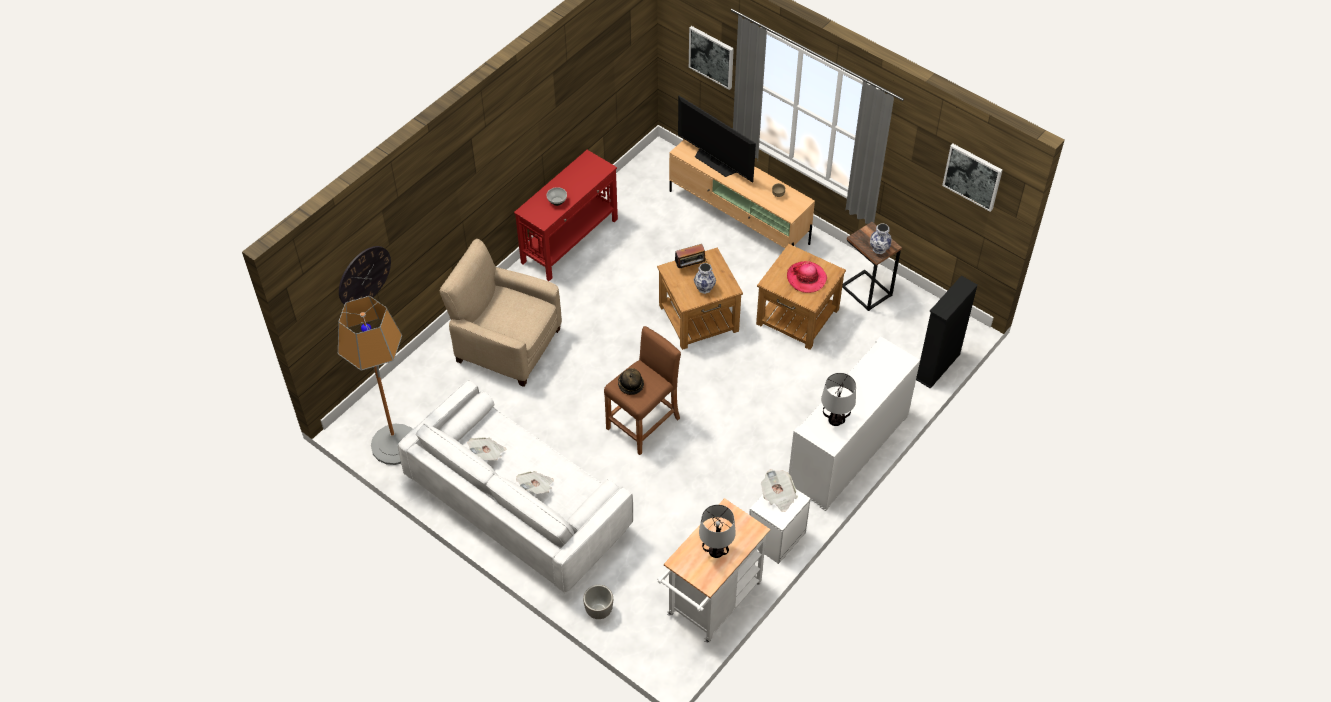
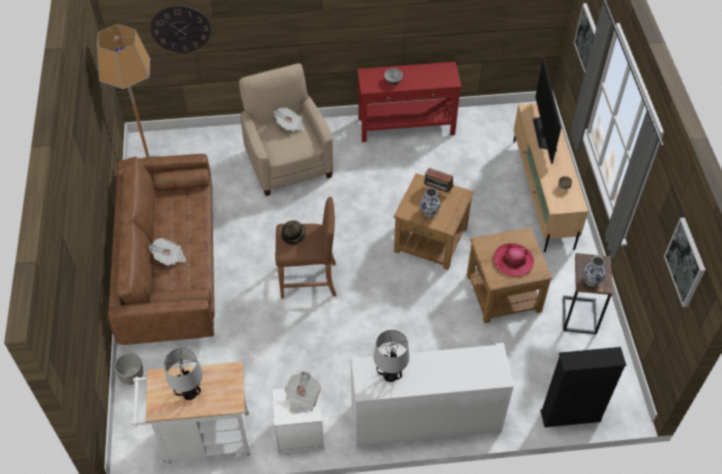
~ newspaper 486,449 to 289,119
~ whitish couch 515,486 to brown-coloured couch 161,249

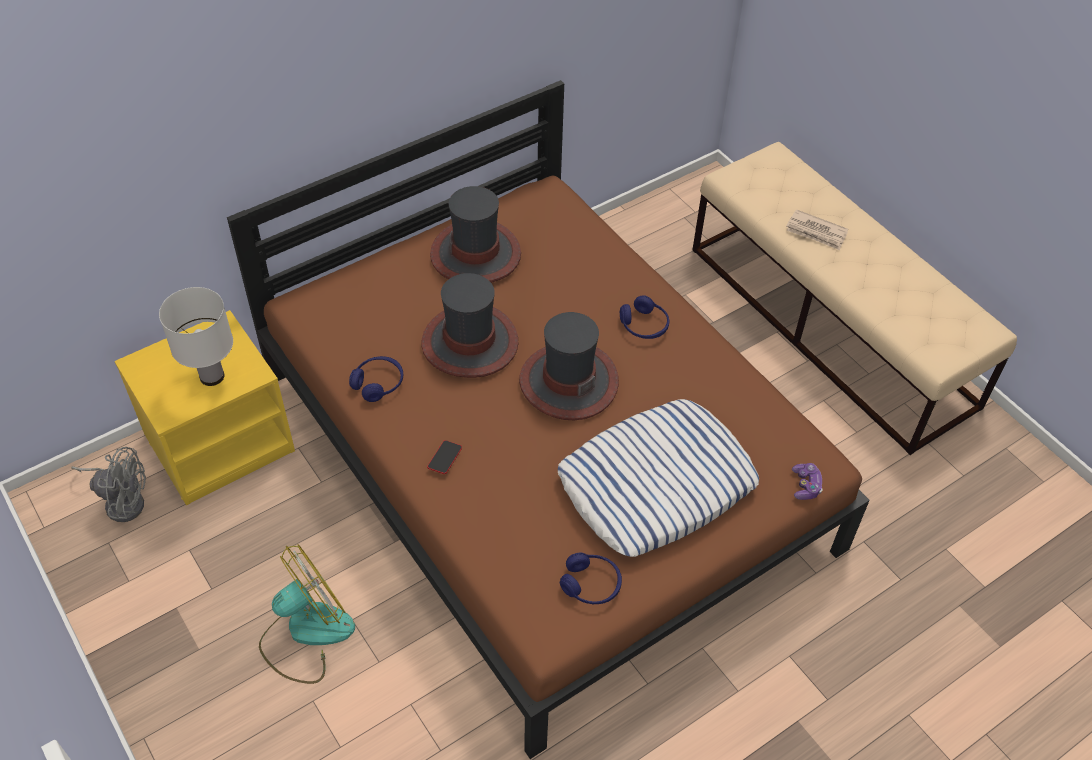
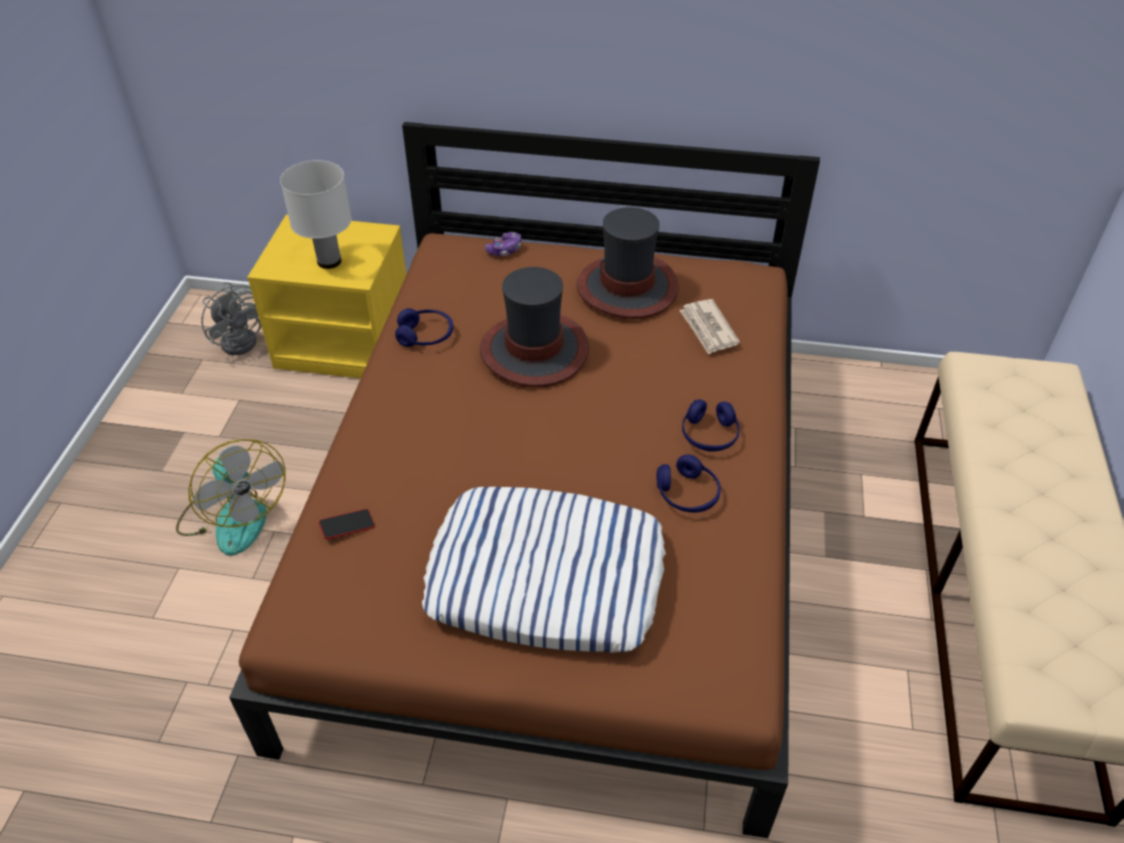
- clothing hat 569,366
~ phone 444,457 to 347,524
~ bluish pair of headphones 591,578 to 689,483
~ newspaper 817,229 to 709,327
~ joypad 807,481 to 503,244
~ fan 307,614 = 231,497 45 degrees clockwise

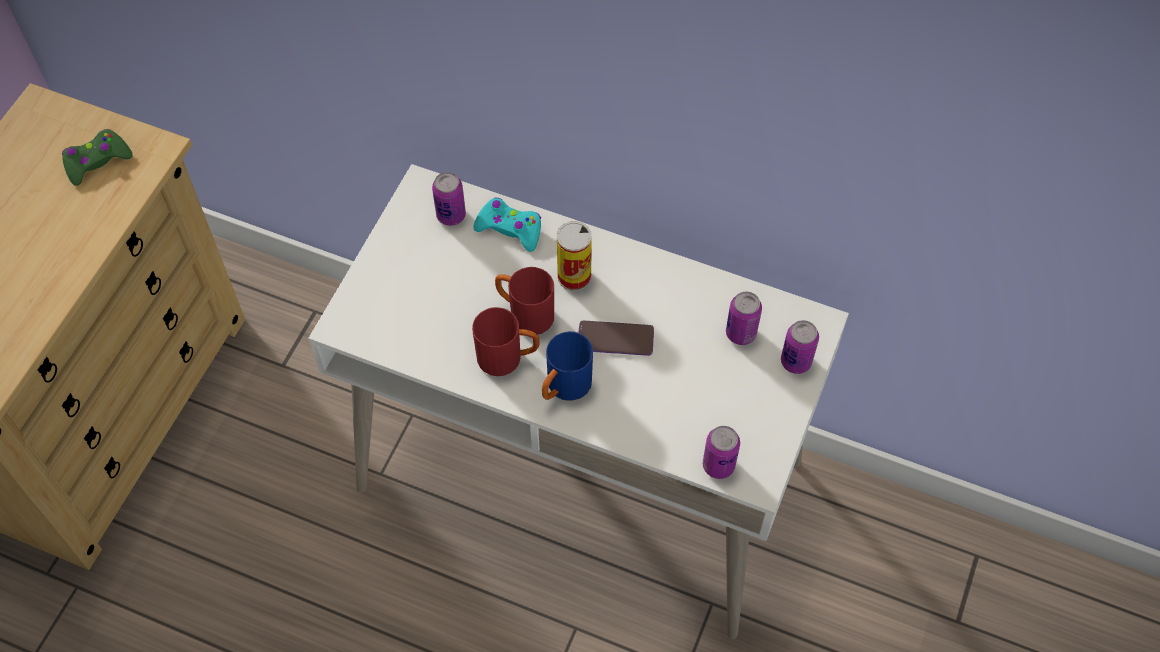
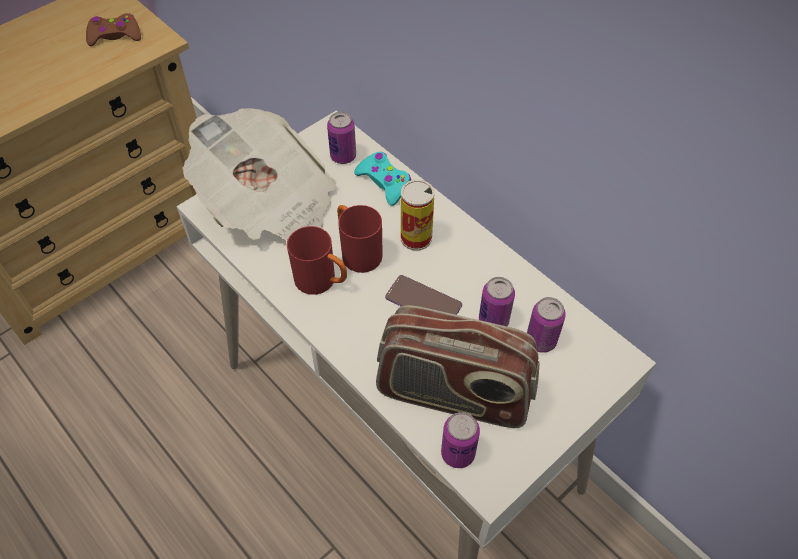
- bluish coffee mug 567,366
+ newspaper 259,174
+ radio 458,366
~ metal can 800,347 to 497,301
~ green-coloured joypad 97,157 to brown-coloured joypad 113,29

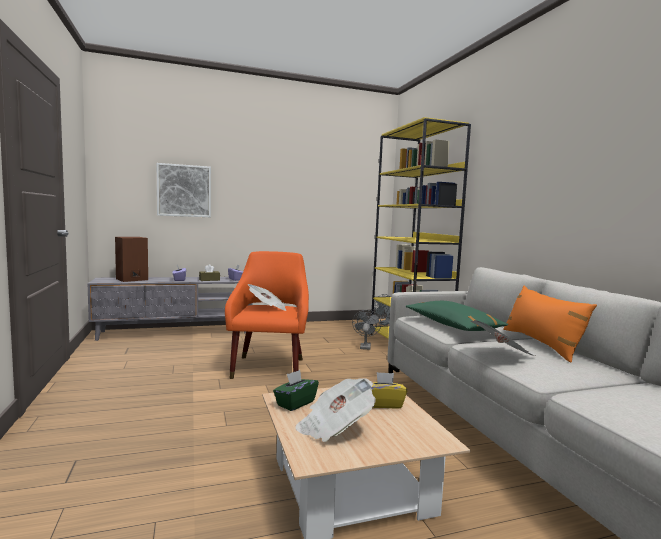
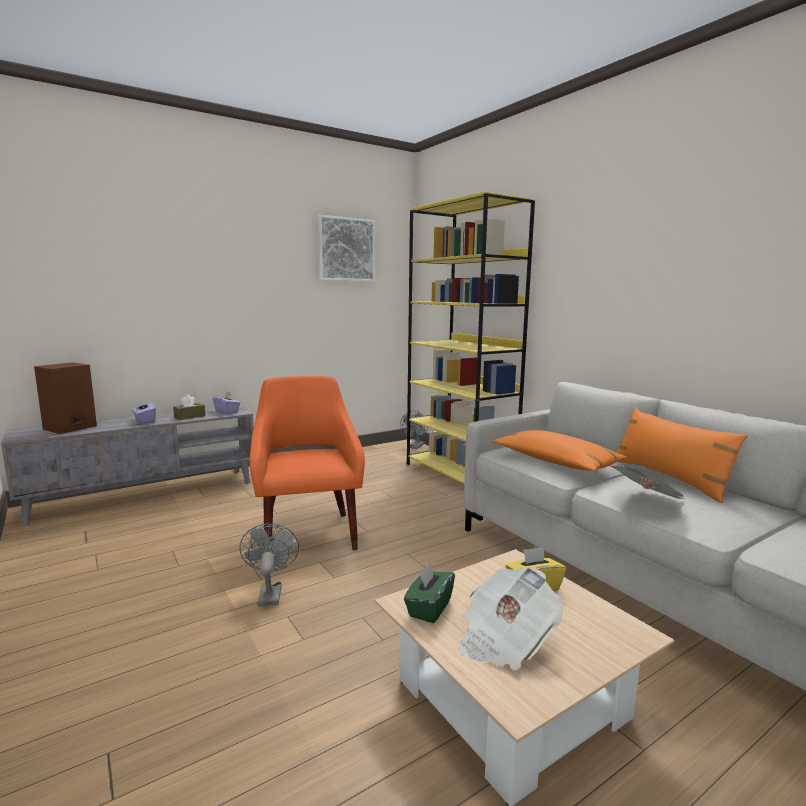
- newspaper 267,297
~ wall art 184,190 to 346,248
~ grey fan 366,330 to 269,565
~ green-coloured cushion 457,316 to orange cushion 559,450

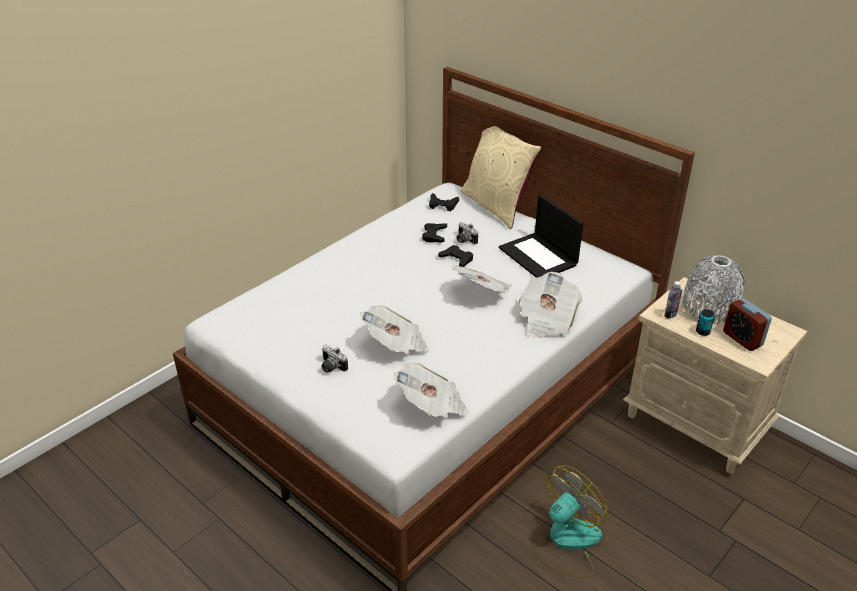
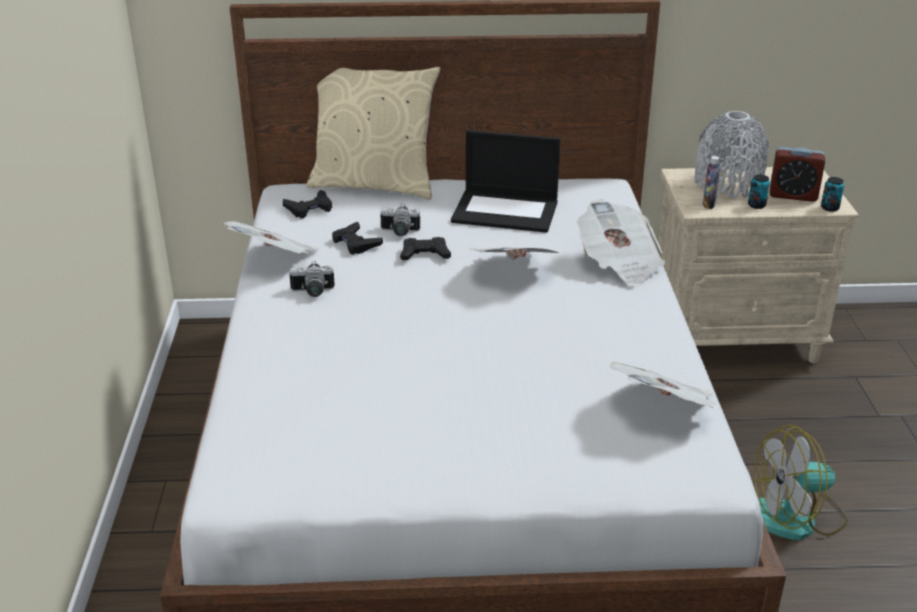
+ metal can 832,194
~ photo camera 335,359 to 312,279
~ newspaper 394,329 to 271,237
~ fan 570,521 = 801,482 105 degrees counterclockwise

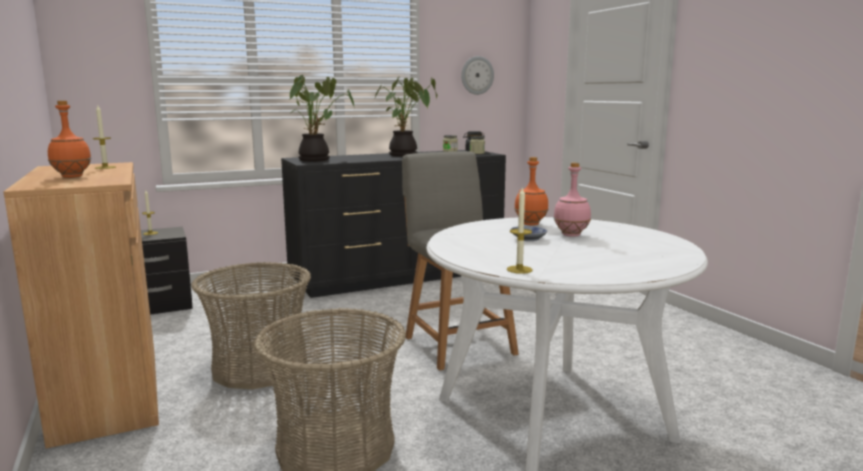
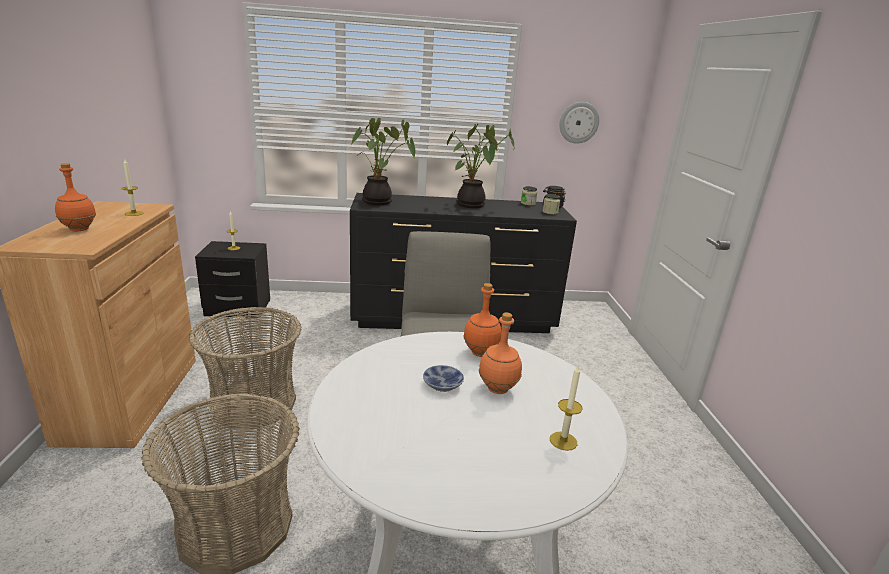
~ wax light 519,230 to 566,407
~ pink drink bottle 572,199 to orange drink bottle 500,353

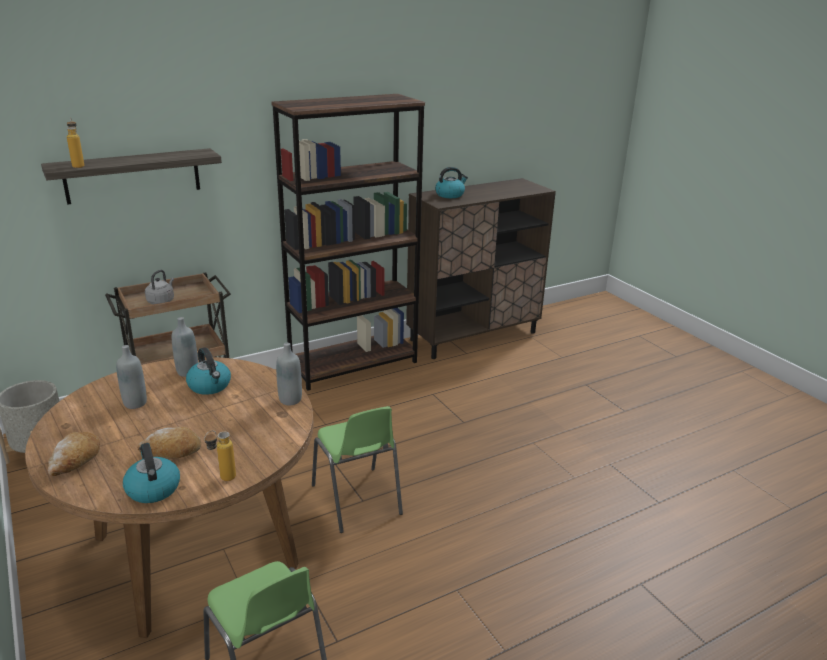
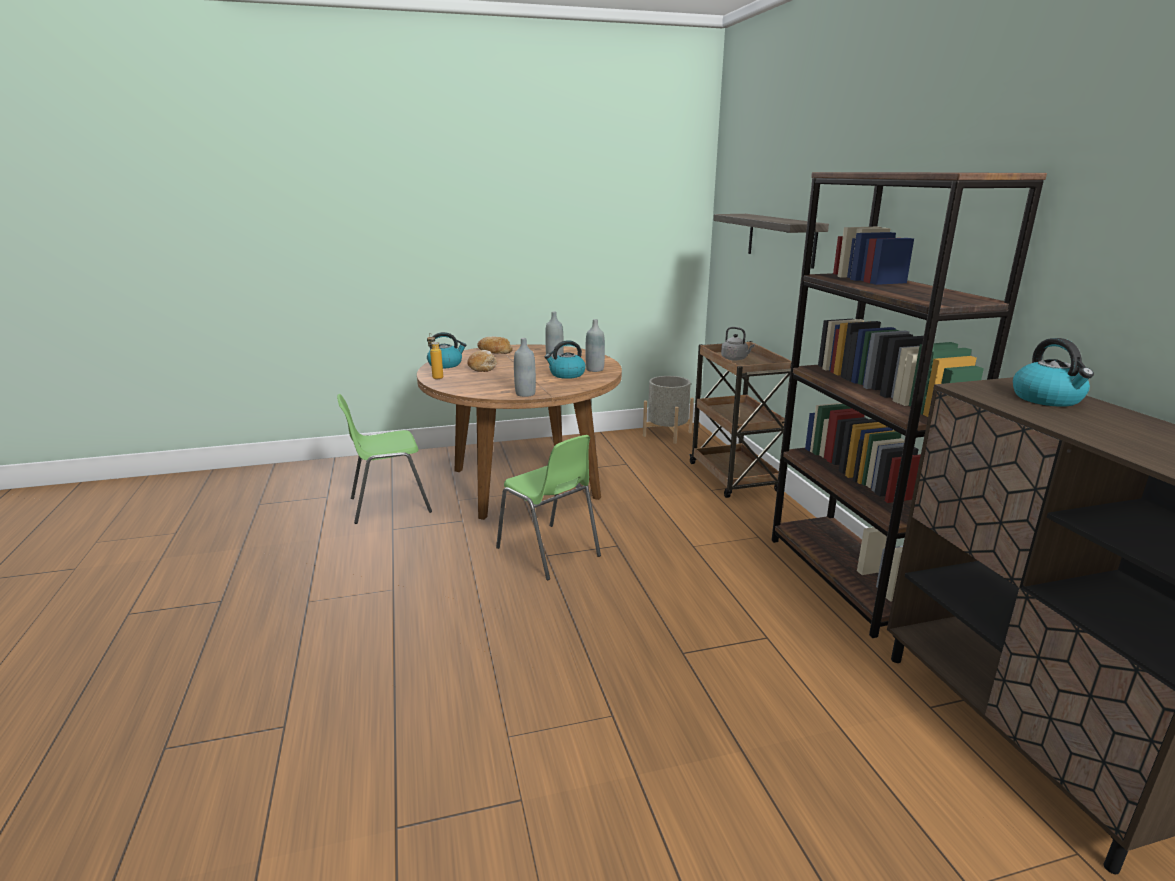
- drink bottle 75,142
~ green-coloured chair 357,469 = 548,507 120 degrees counterclockwise

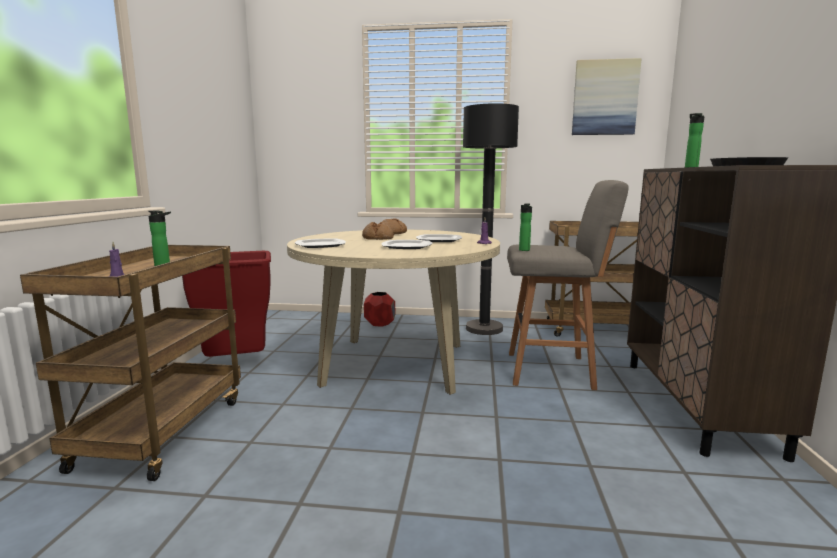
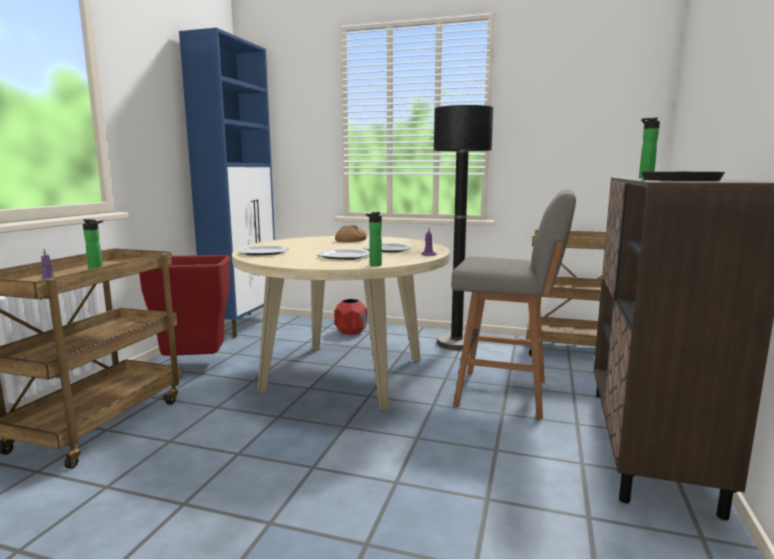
- bread 378,231
- wall art 607,96
+ bluish cupboard 227,183
~ drink bottle 525,227 to 374,239

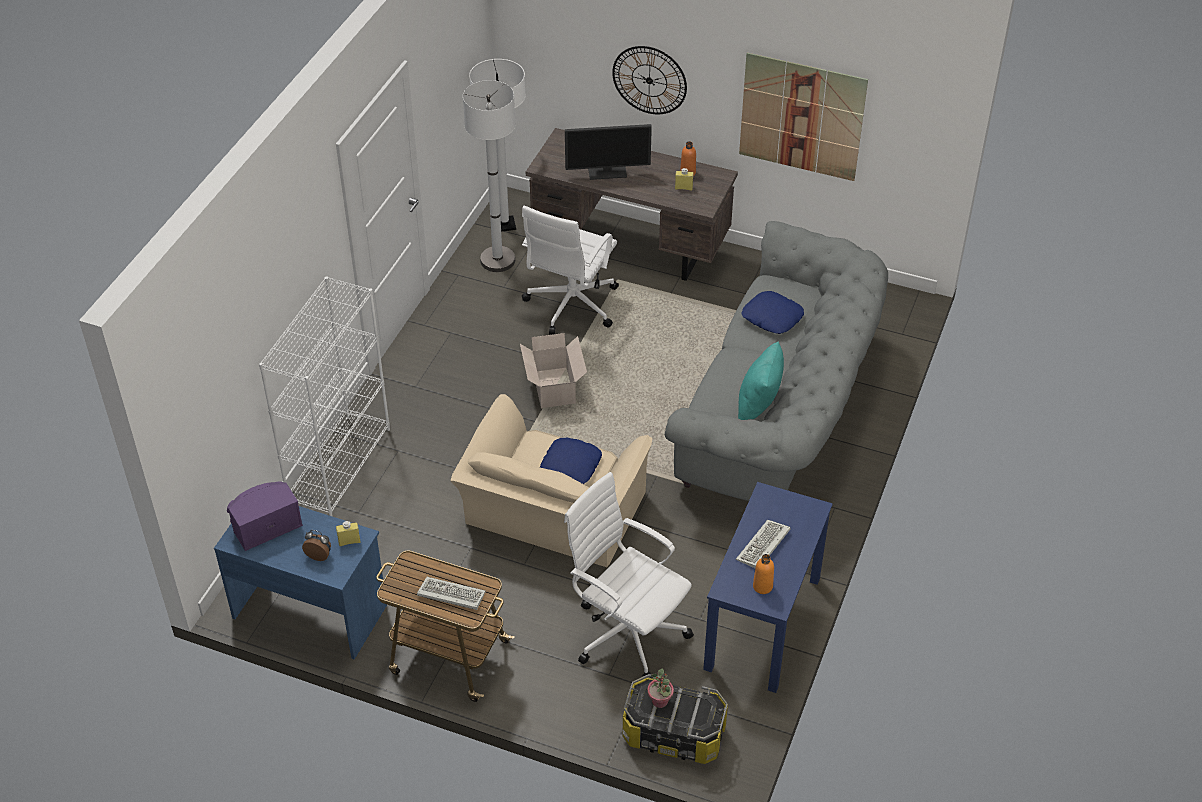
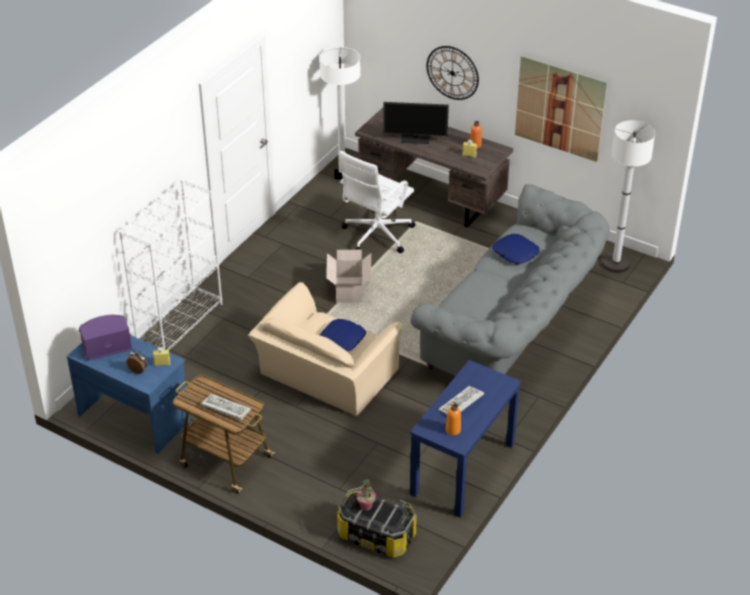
- whitish computer chair 629,575
- turquoise cushion 761,380
~ whitish standard lamp 489,176 to 628,196

